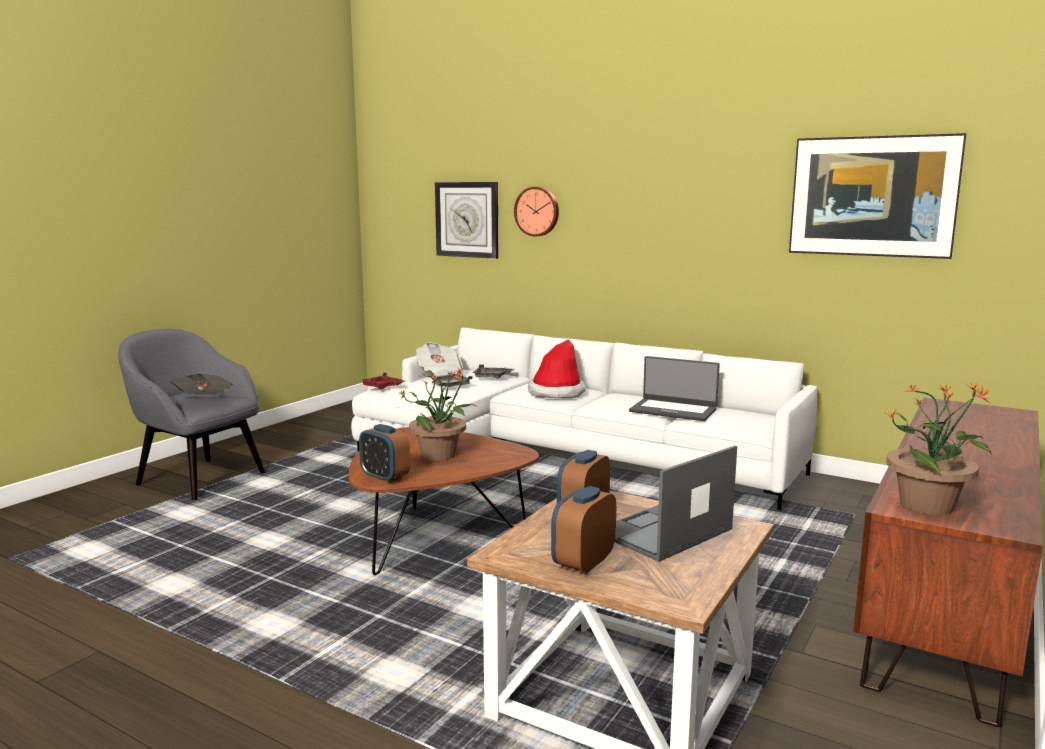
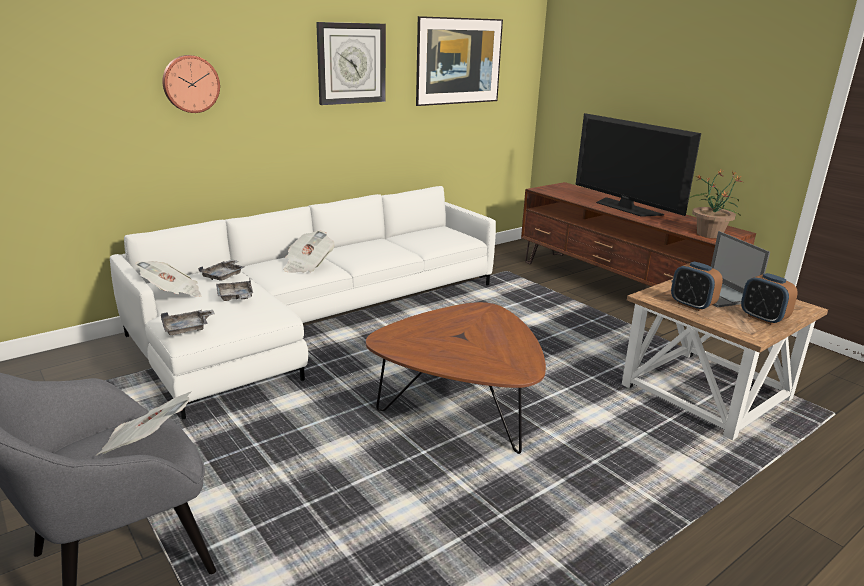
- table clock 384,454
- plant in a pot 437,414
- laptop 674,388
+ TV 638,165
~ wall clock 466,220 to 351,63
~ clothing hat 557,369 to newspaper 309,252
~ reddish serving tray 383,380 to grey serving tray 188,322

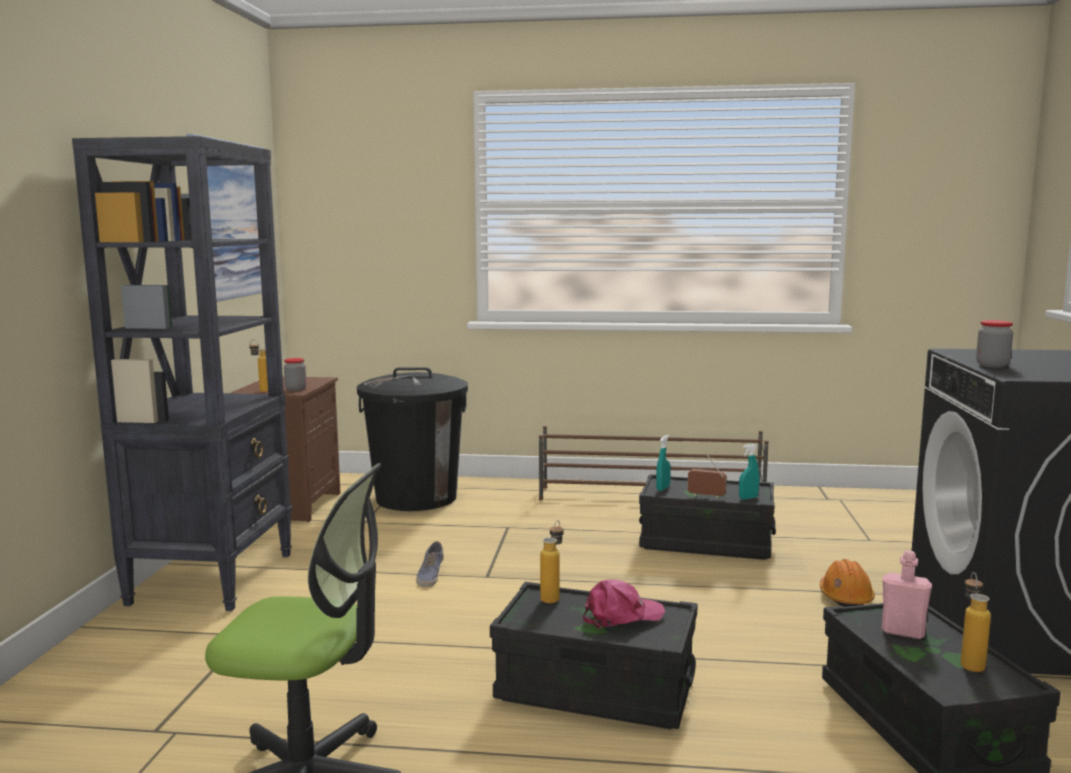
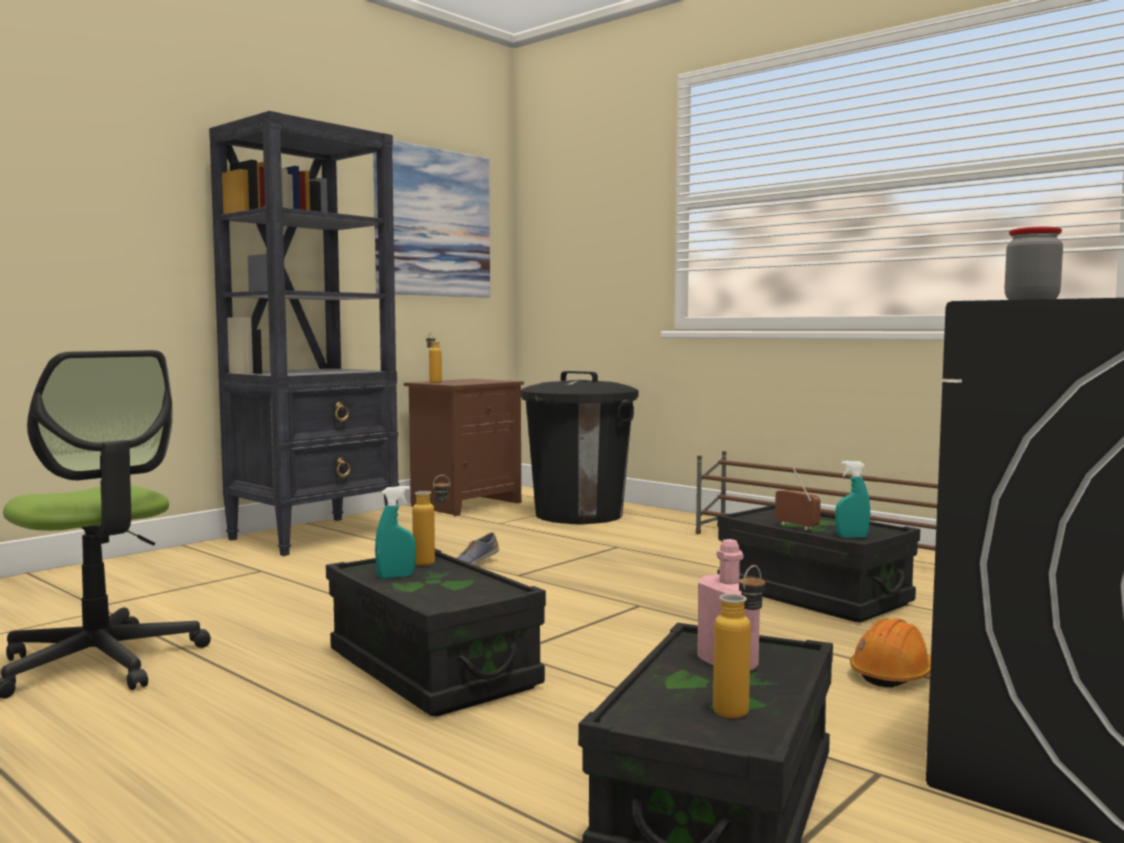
- storage jar 295,374
- pink peaked cap 624,604
~ turquoise hand sprayer 663,463 to 395,532

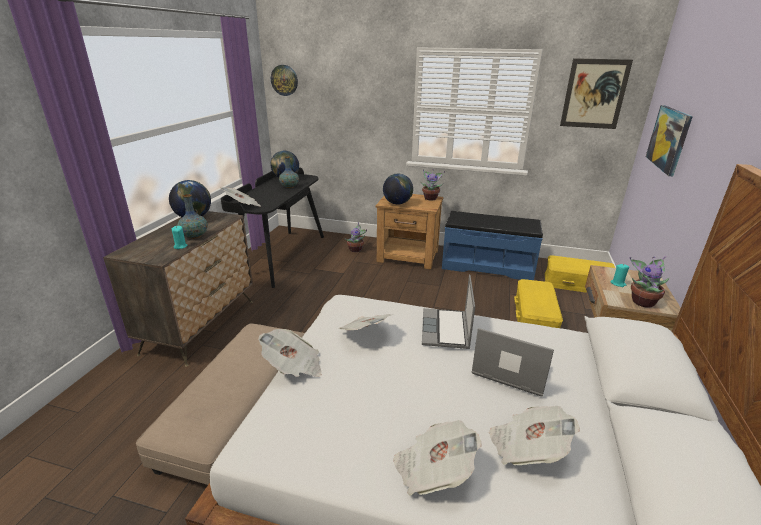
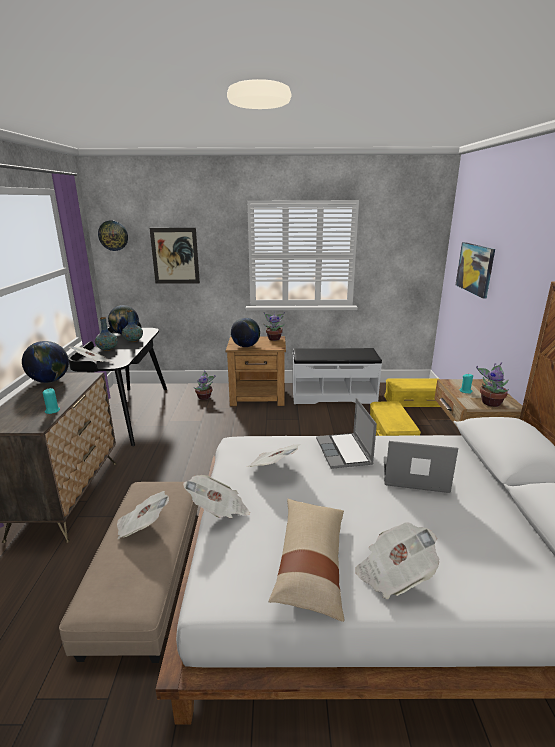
+ sand-coloured cushion 306,560
~ decorative vase 192,216 to 106,334
~ newspaper 534,435 to 143,515
~ wall art 596,93 to 175,256
~ bluish indoor bench 492,245 to whitish indoor bench 337,376

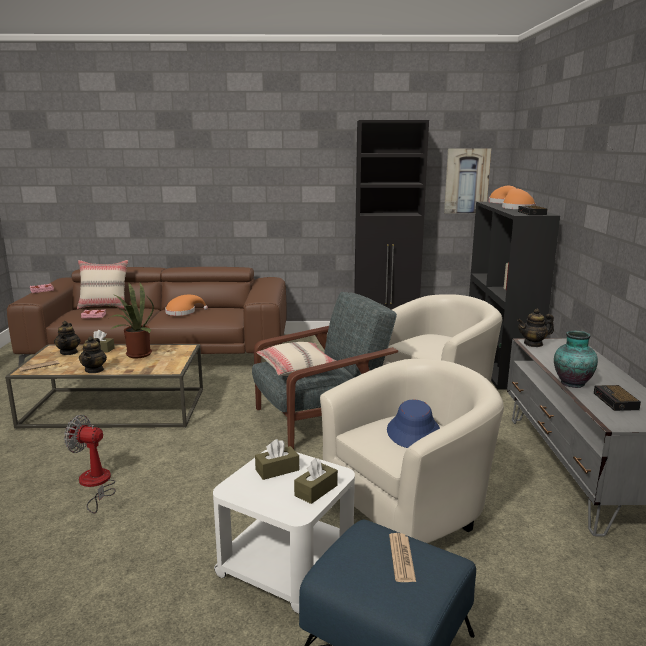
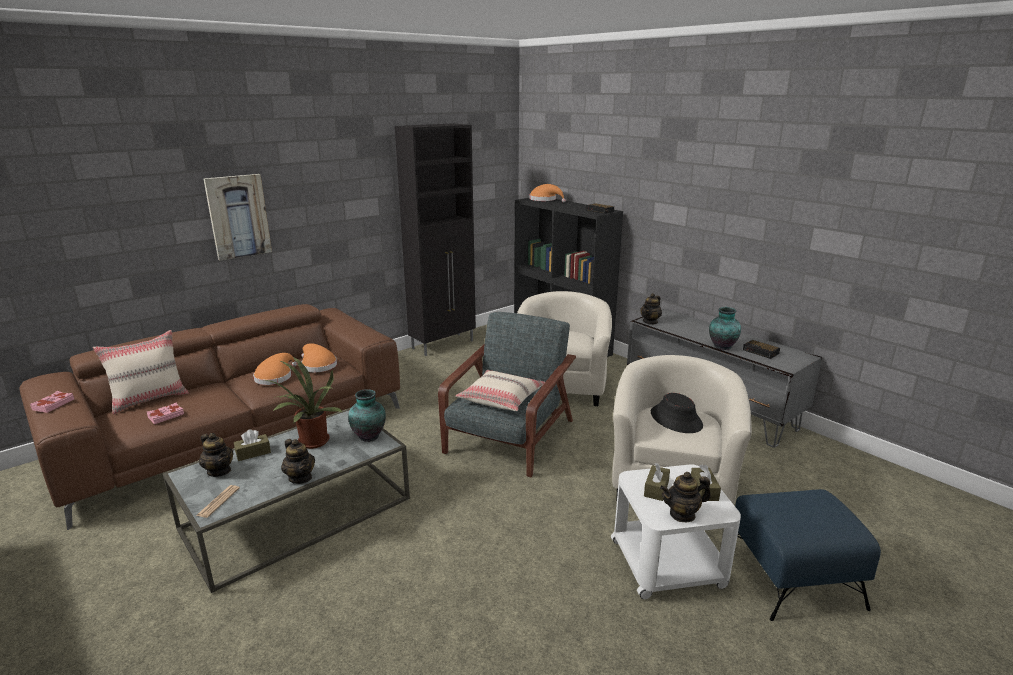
- fan 90,464
- newspaper 402,557
+ decorative vase 367,415
+ tea pot 685,497
~ wall art 467,180 to 238,217
~ orange clothing hat 519,198 to 319,357
~ brown-coloured lounge table 104,386 to grey lounge table 286,500
~ bluish clothing hat 413,424 to black-coloured clothing hat 677,413

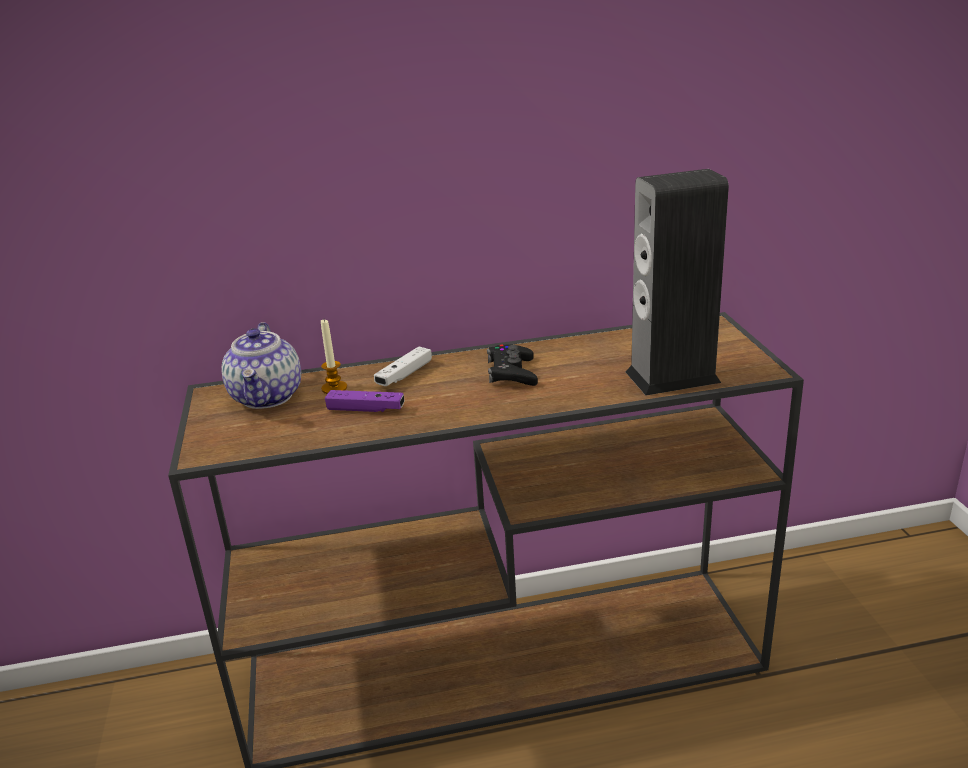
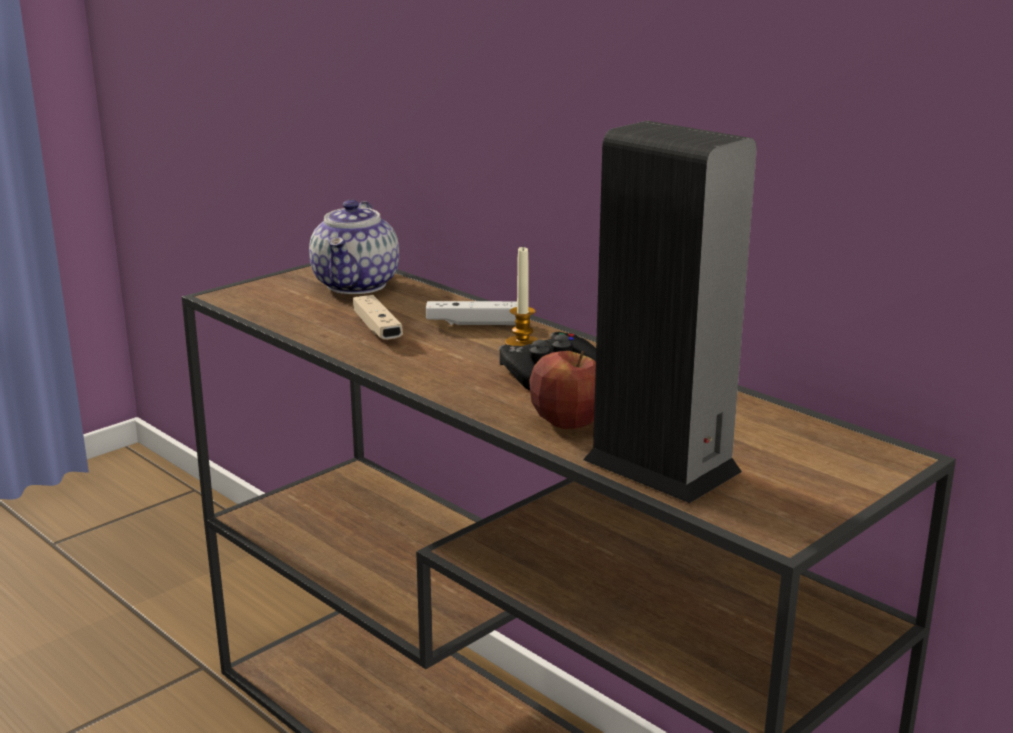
+ apple 562,390
~ wax light 334,357 to 522,296
~ purple-coloured joypad 365,401 to sand-coloured joypad 378,317
~ tea pot 261,365 = 354,247 45 degrees counterclockwise

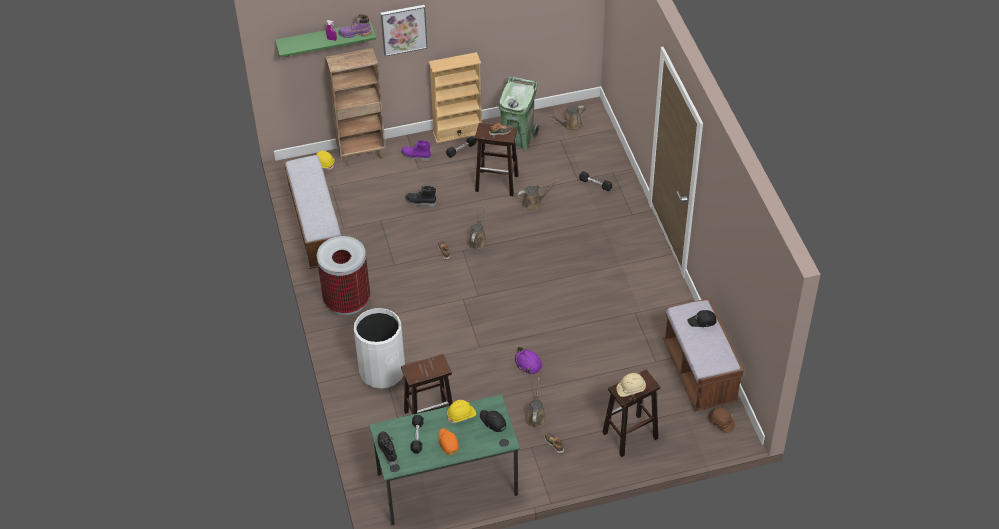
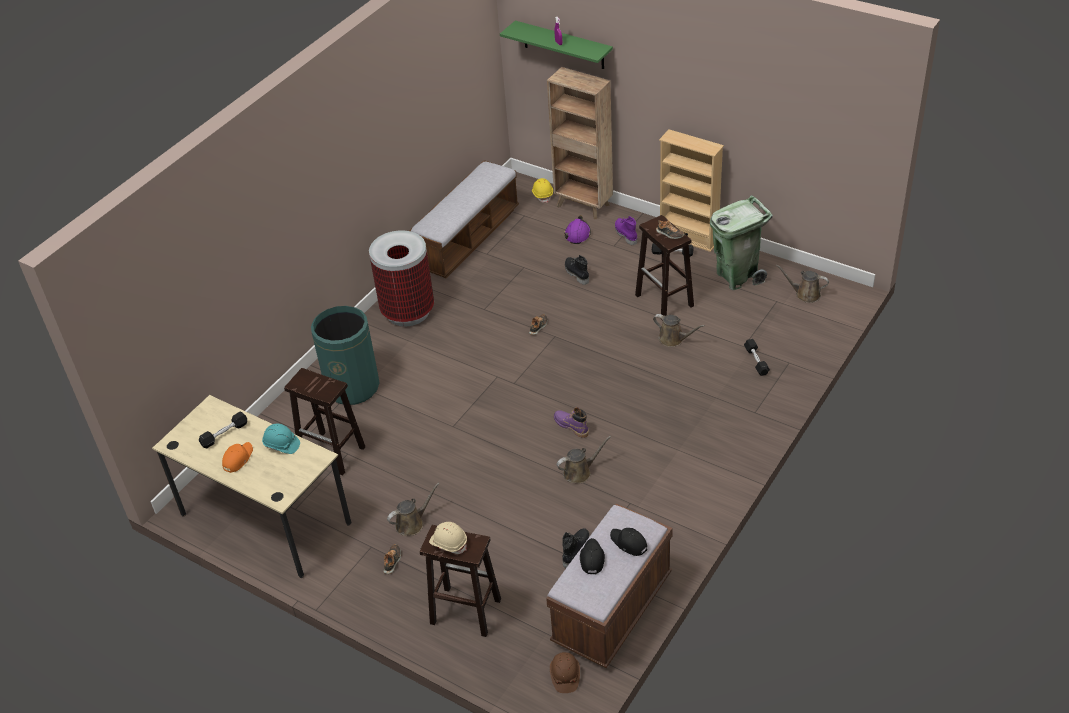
- wall art 404,30
~ purple-coloured boot 355,26 to 571,422
~ black-coloured boot 387,448 to 576,548
~ brown-coloured watering can 477,227 to 584,459
~ black-coloured peaked cap 493,421 to 592,556
~ purple-coloured safety helmet 528,360 to 577,229
~ whitish trash can 379,348 to green-coloured trash can 345,355
~ green-coloured desk 444,460 to sand-coloured desk 251,486
~ yellow-coloured safety helmet 461,411 to turquoise safety helmet 281,439

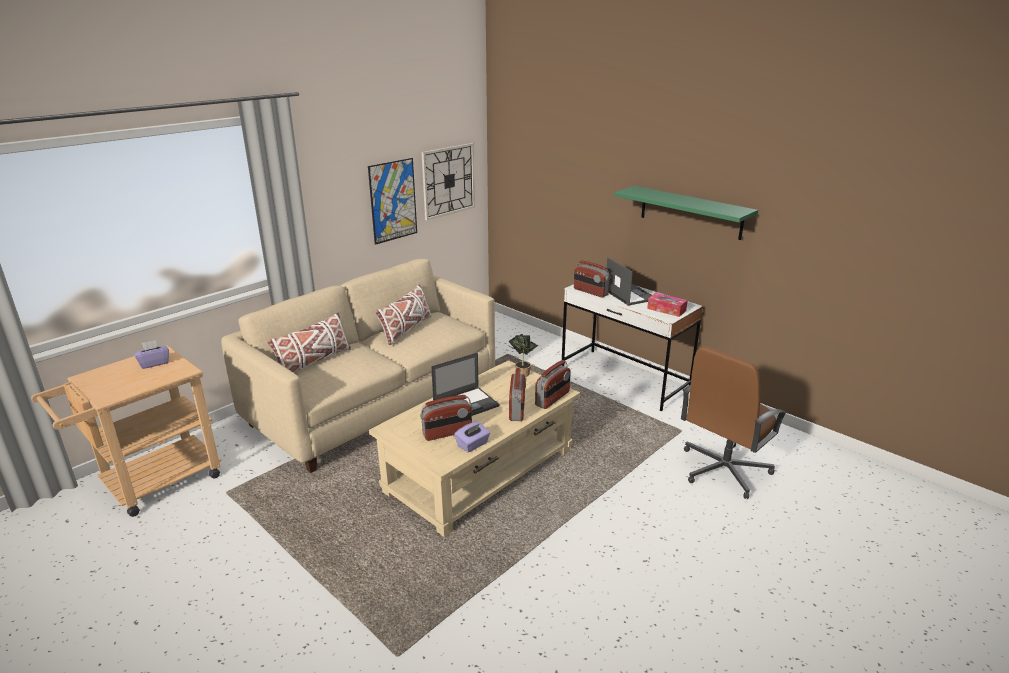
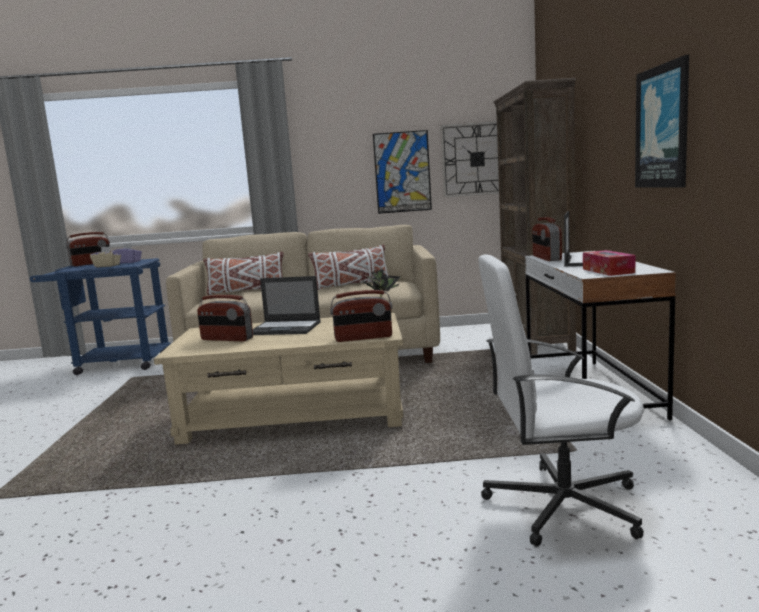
- purple-coloured box of tissues 472,436
+ sand-coloured box of tissues 105,256
+ brown-coloured bookcase 534,216
~ radio 517,394 to 88,249
~ green-coloured bracket shelf 686,213 to wall art 662,121
~ sand-coloured wheeled cart 126,431 to bluish wheeled cart 100,316
~ brown-coloured computer chair 734,422 to whitish computer chair 561,400

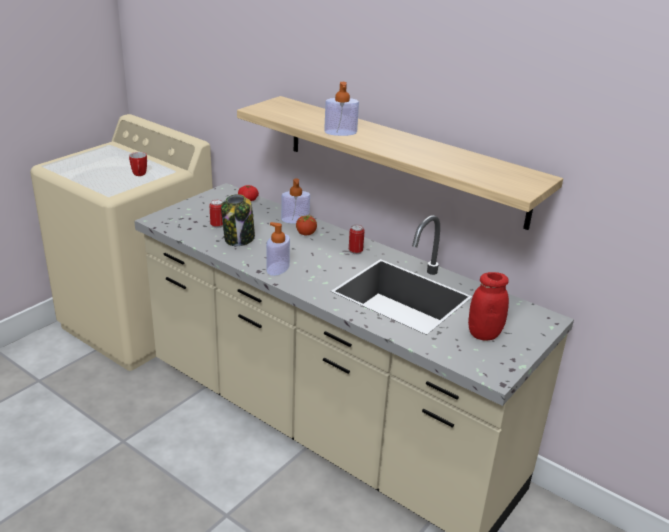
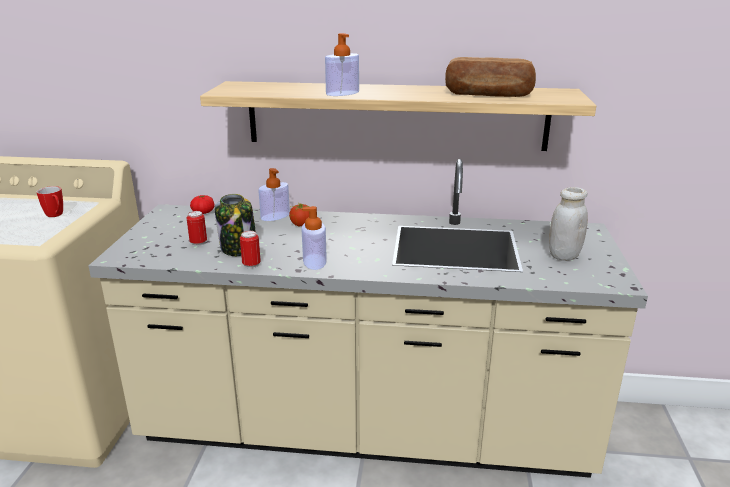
+ bread 490,77
~ metal can 357,240 to 250,250
~ reddish storage jar 488,306 to whitish storage jar 568,224

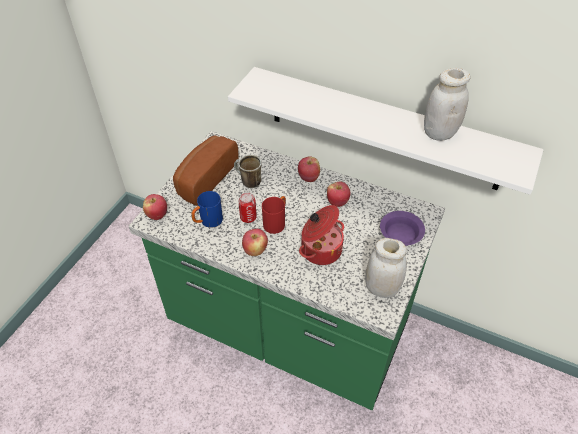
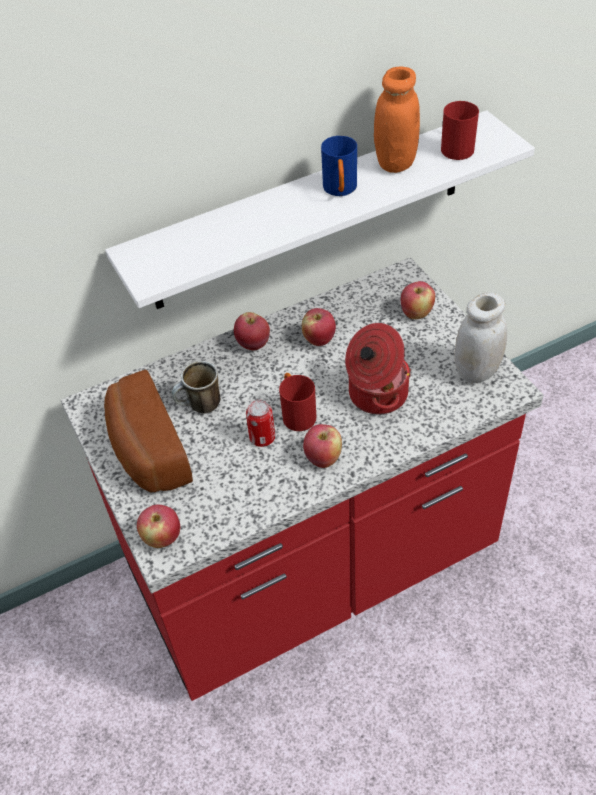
+ reddish coffee mug 460,130
~ bluish coffee mug 207,209 to 339,166
~ purple-coloured deep dish 402,228 to apple 418,300
~ green-coloured counter 287,270 to reddish counter 302,479
~ whitish storage jar 447,104 to orange storage jar 397,120

